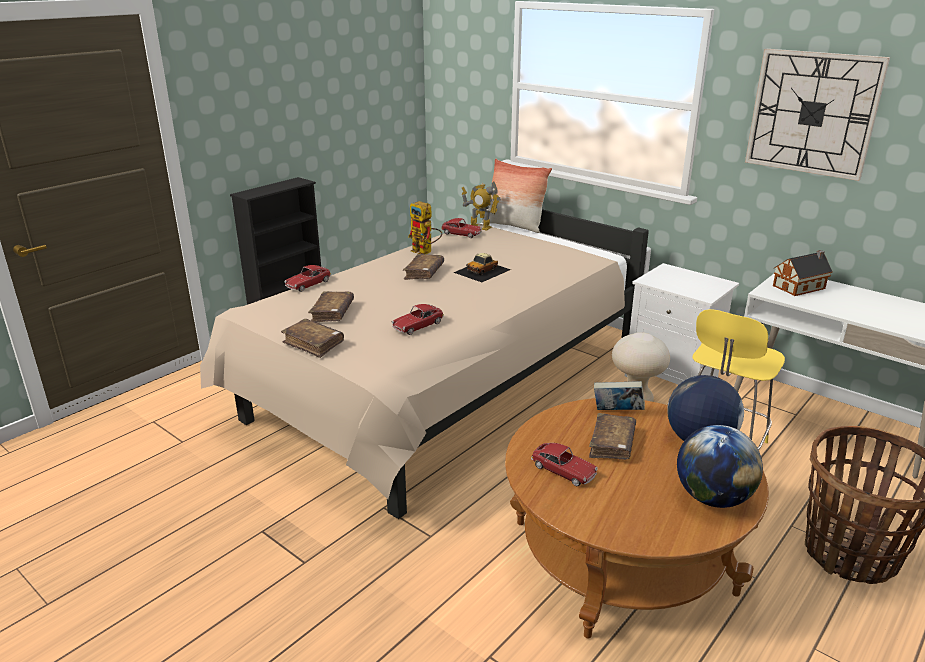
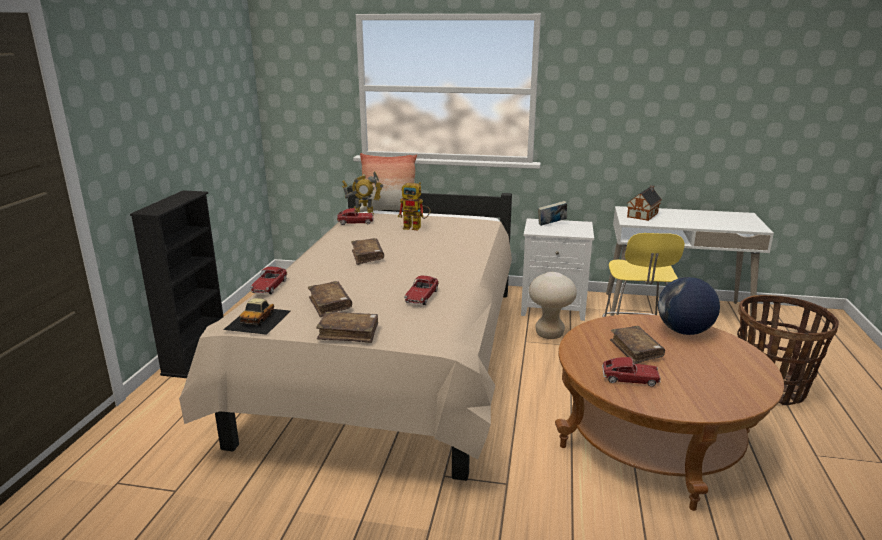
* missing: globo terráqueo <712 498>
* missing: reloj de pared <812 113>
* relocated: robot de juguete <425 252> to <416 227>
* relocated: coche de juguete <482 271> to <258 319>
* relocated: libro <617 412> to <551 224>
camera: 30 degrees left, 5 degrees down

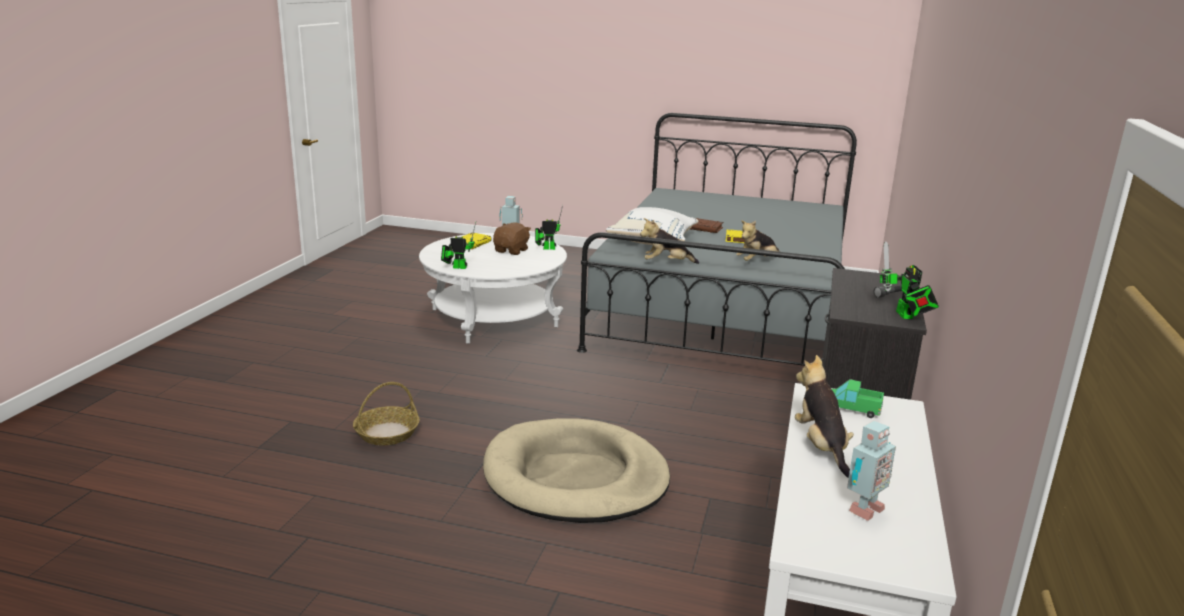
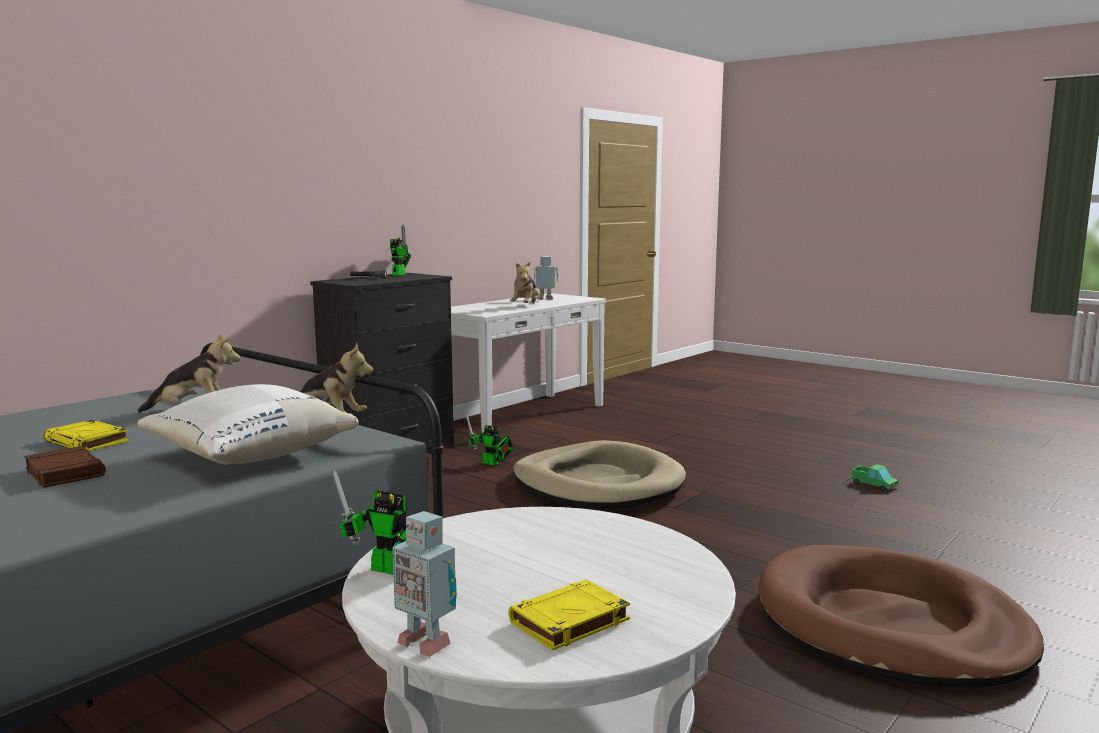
* missing: cesta <387 433>
* missing: peluche (marrón) <512 251>
* appeared: cama para perro (marrón) <890 625>
* relocated: robot de juguete <457 267> to <492 463>
* relocated: camión de juguete <852 408> to <873 485>
camera: 155 degrees left, 10 degrees down

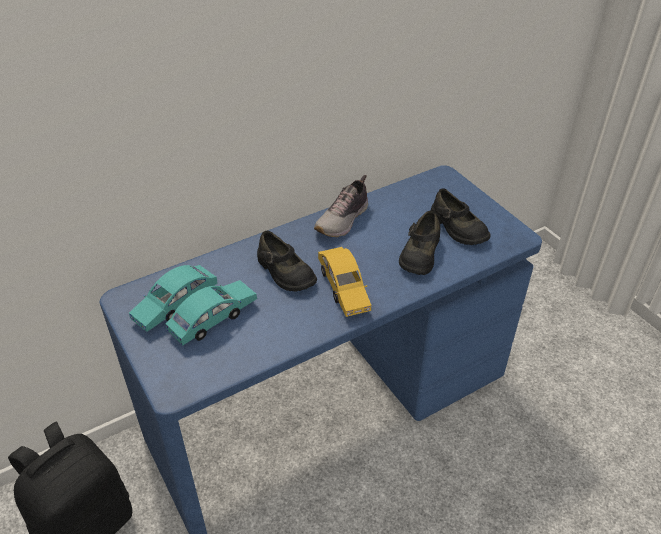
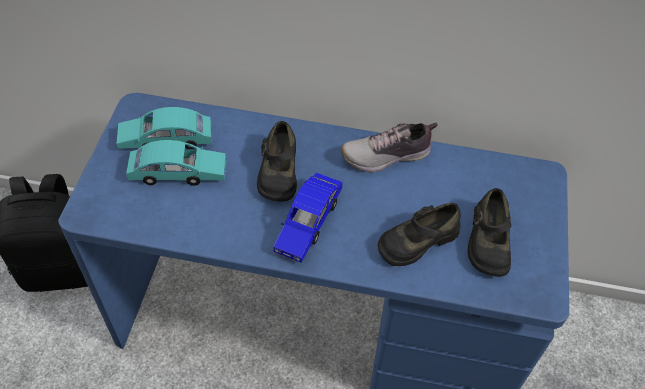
* colour: coche de juguete (amarillo) <343 288> to coche de juguete (azul) <308 223>
camera: 40 degrees right, 10 degrees up

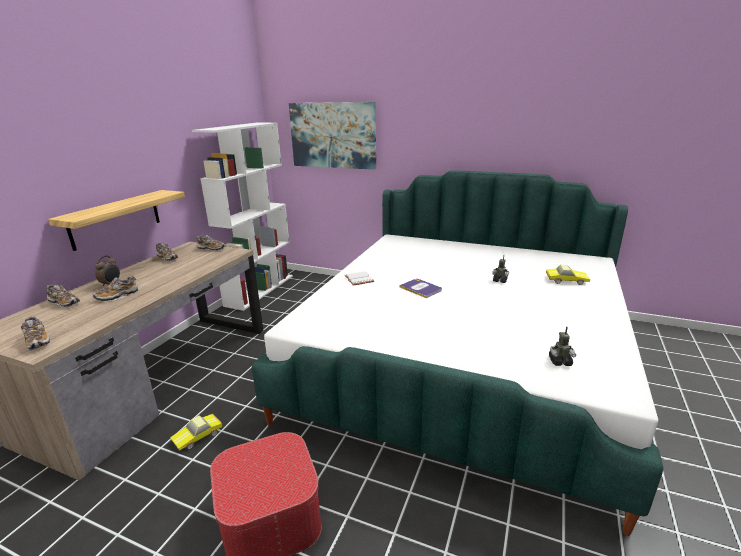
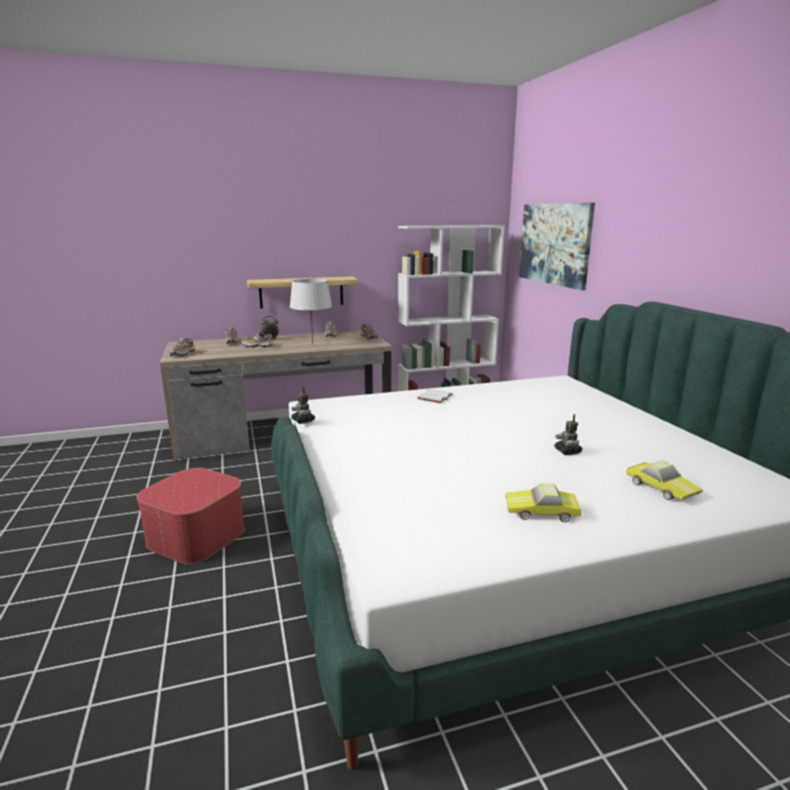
* missing: libro <421 288>
* appeared: lámpara de mesa (gris) <313 344>
* relocated: coche de juguete <198 436> to <542 512>
* relocated: robot de juguete <560 361> to <303 421>
camera: 50 degrees right, 5 degrees down

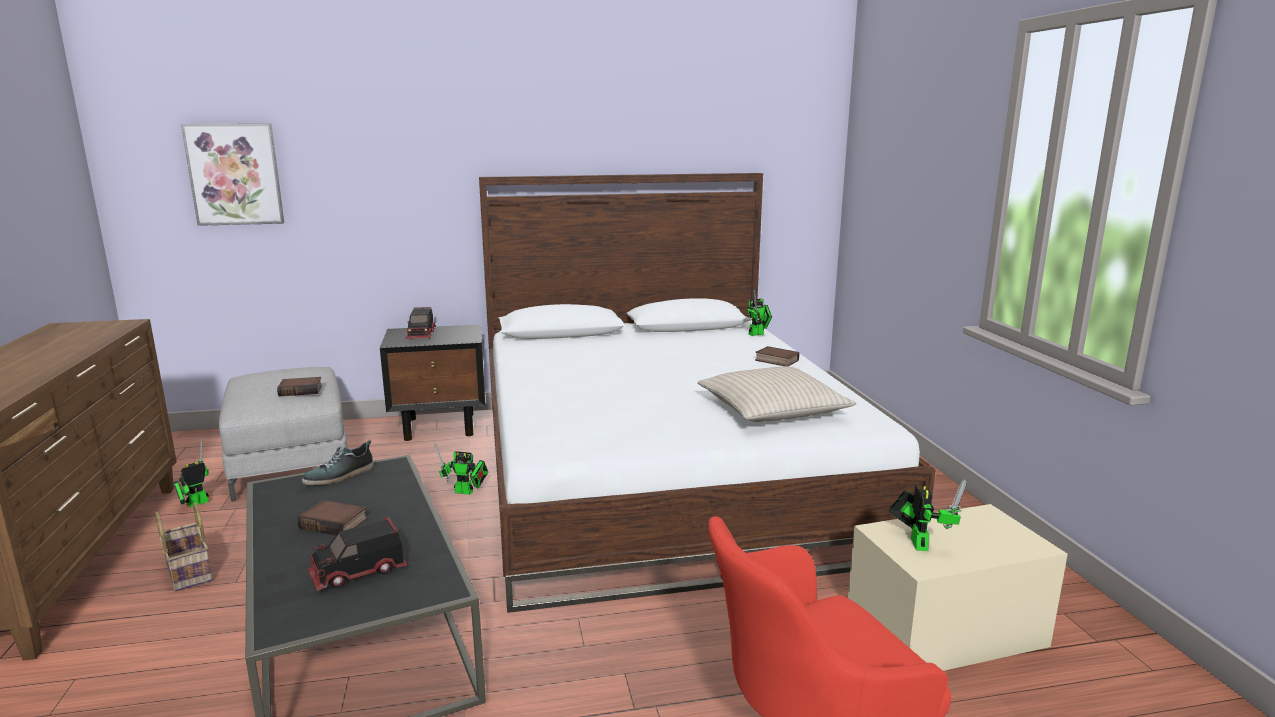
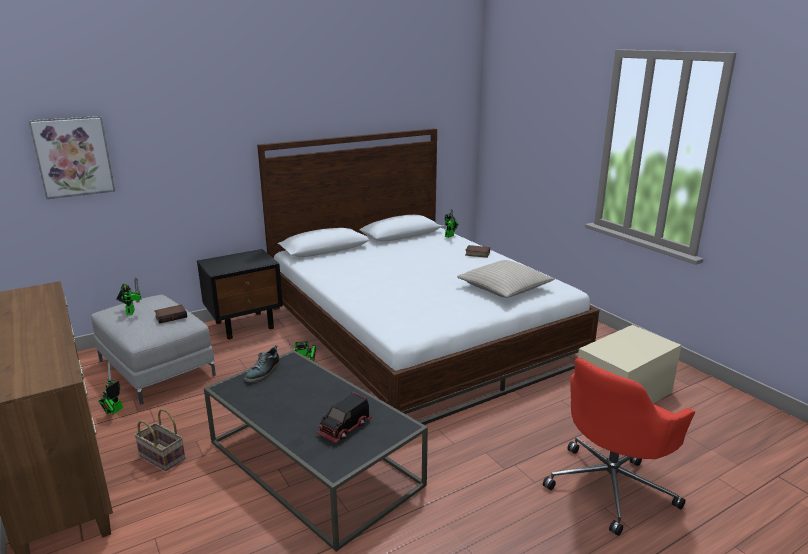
* missing: libro <335 523>
* missing: camión de juguete <422 335>
* relocated: robot de juguete <918 542> to <131 311>
camera: 20 degrees left, 5 degrees up

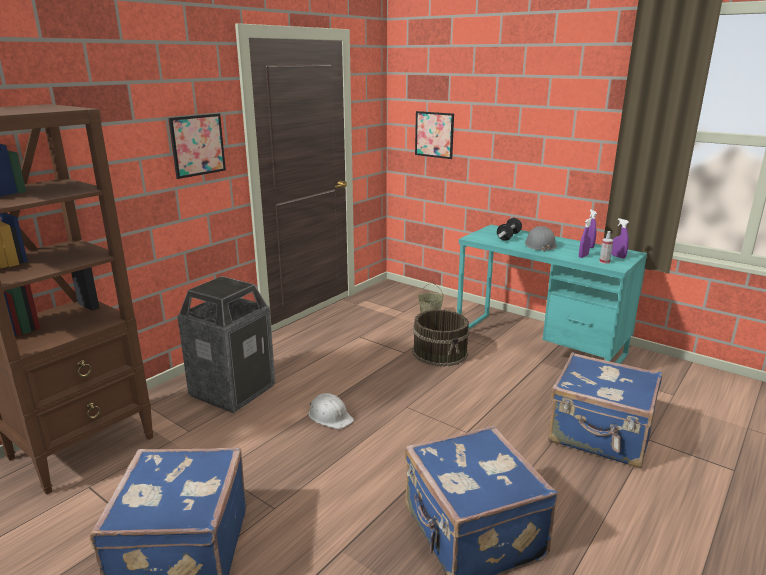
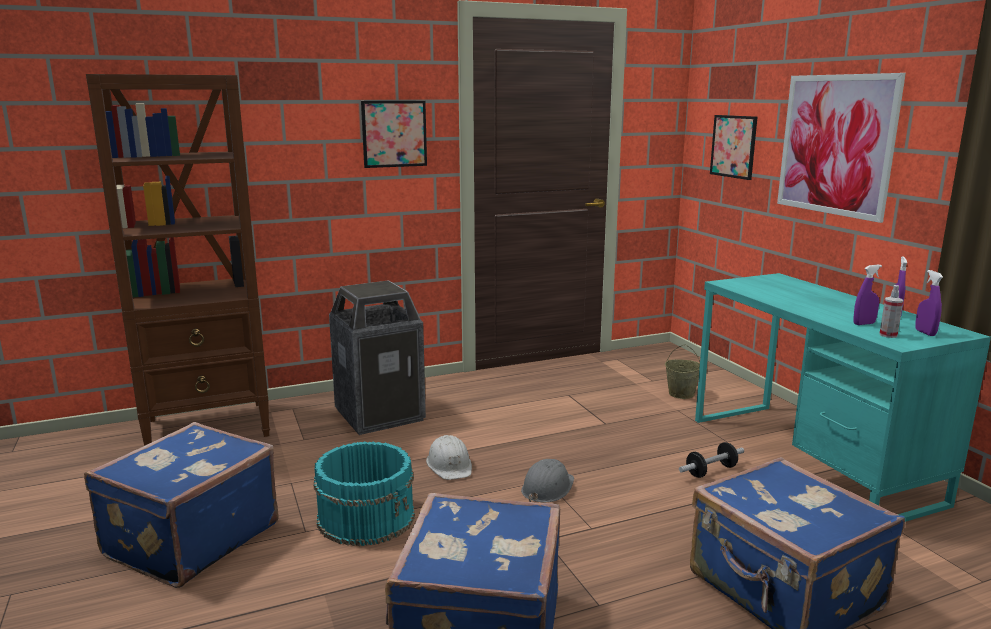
* missing: cubo (marrón) <440 352>
* appeared: cubo (turquesa) <367 517>
* appeared: cuadro <836 145>
* relocated: mancuerna <508 237> to <711 471>
* relocated: casco (gris) <539 245> to <547 488>
camera: 30 degrees right, 5 degrees down

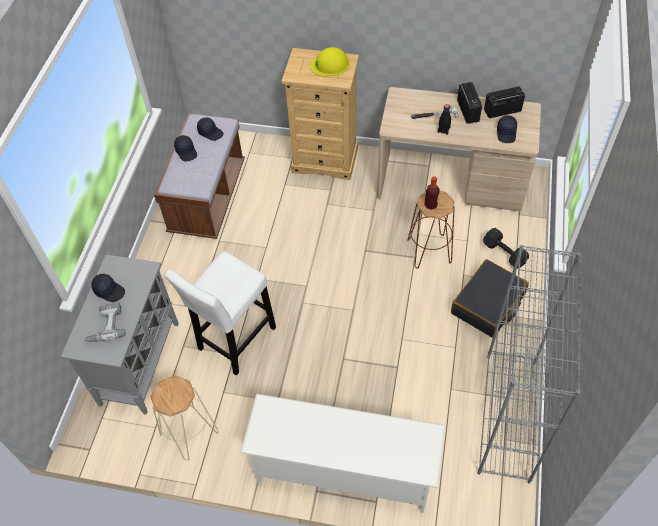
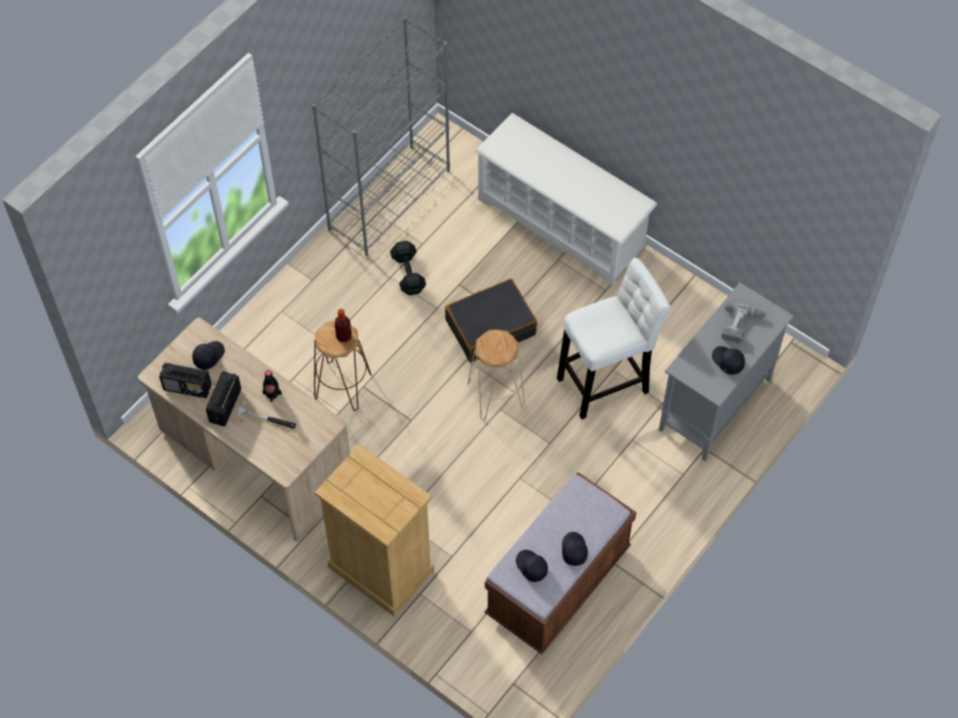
* missing: casco (amarillo) <330 64>
* relocated: taburete (beis) <189 432> to <496 395>
* relocated: maleta (negro) <488 304> to <490 327>
* relocated: mancuerna (negro) <504 254> to <408 272>
camera: 155 degrees left, 5 degrees up

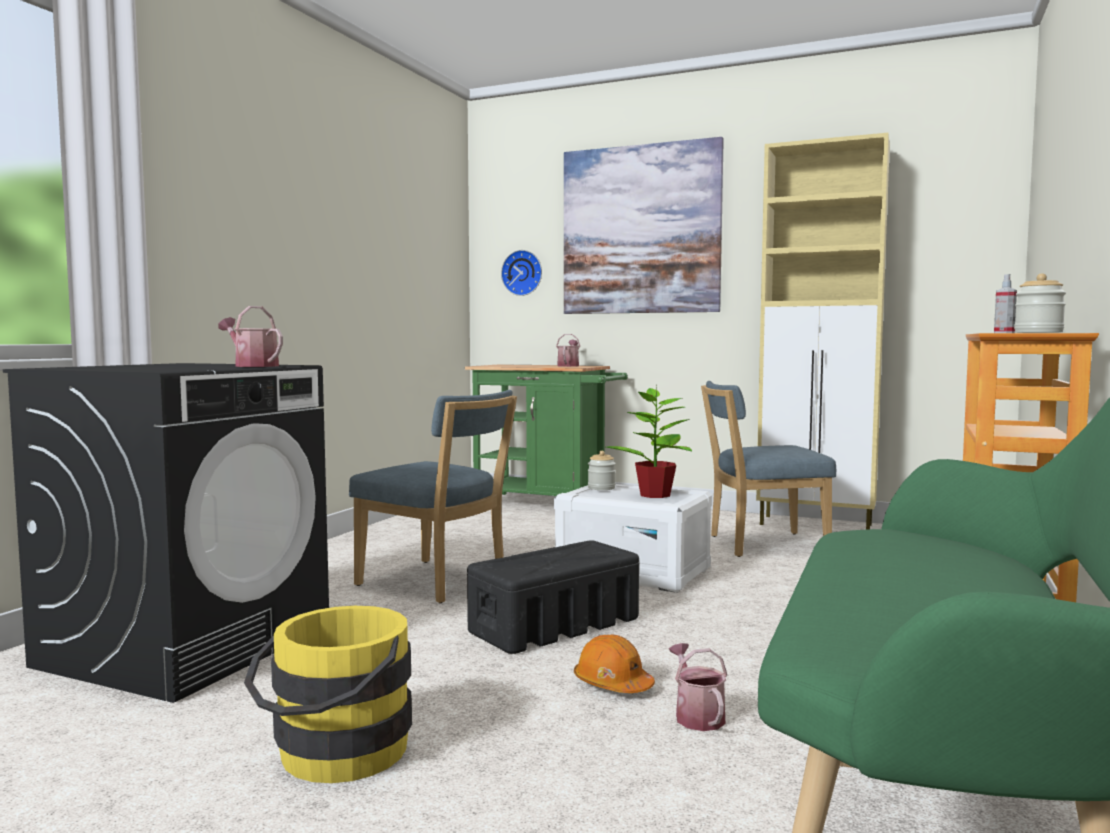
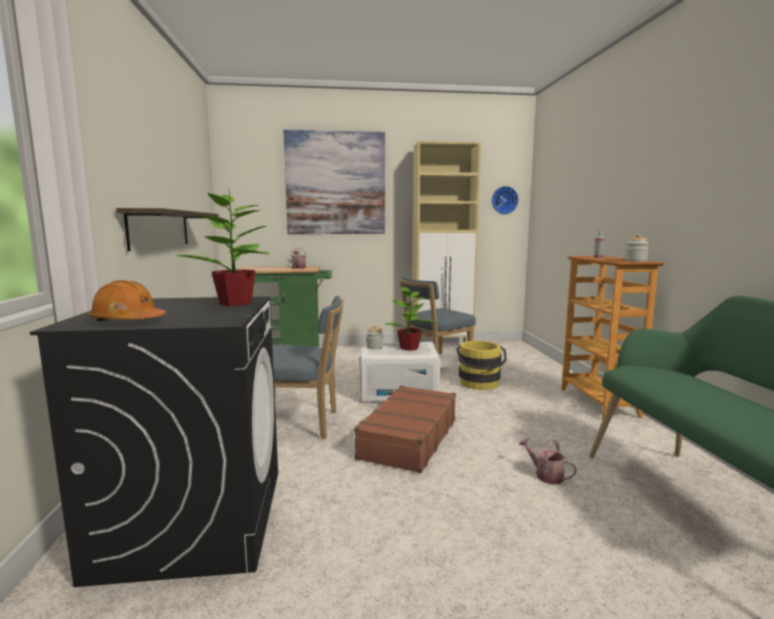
* appeared: estante <160 229>
* relocated: cubo (amarillo) <335 756> to <479 384>
* relocated: reloj de pared <523 273> to <504 200>
* relocated: casco (naranja) <612 684> to <127 321>
* exchanged: regadera <253 366> to planta en maceta <235 303>
* exchanged: caja de almacenaje (negro) <554 625> to maleta (marrón) <408 438>
camera: 30 degrees left, 5 degrees up

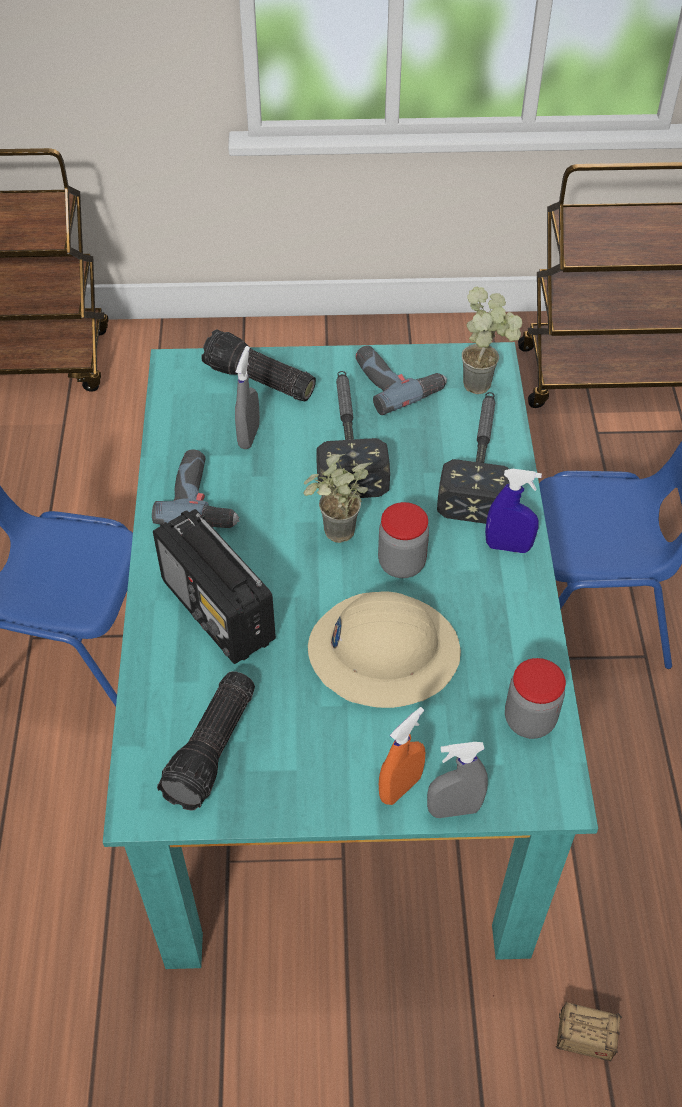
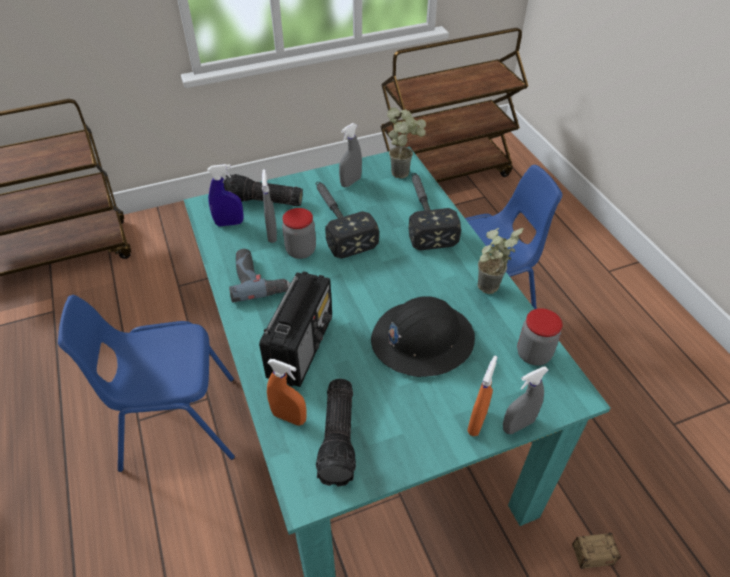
* appeared: pulverizador (naranja) <289 417>
* relocated: planta en maceta <335 538> to <488 291>
* relocated: tarro <401 563> to <301 250>
* relocated: pulverizador (azul) <508 546> to <229 223>
* exchanged: taladro <396 381> to pulverizador (gris) <350 182>
* colour: casco (beis) <383 651> to casco (negro) <422 339>
* spun: radio <218 612> = <301 346> 105 degrees counterclockwise
camera: 20 degrees left, 5 degrees down

